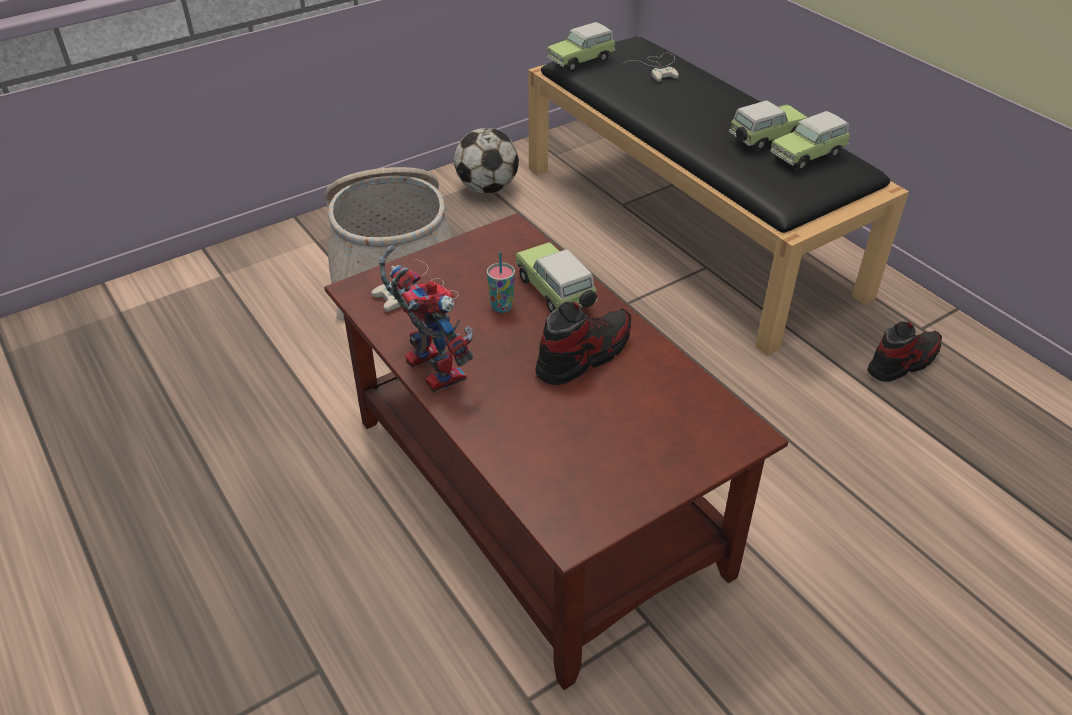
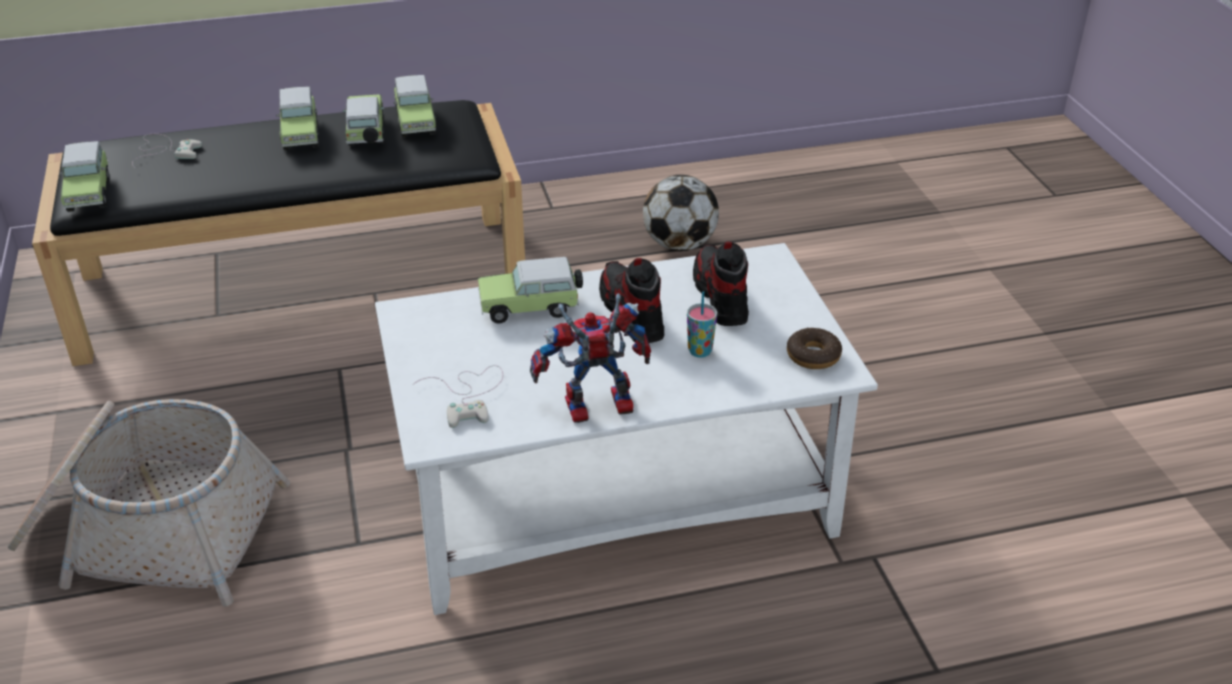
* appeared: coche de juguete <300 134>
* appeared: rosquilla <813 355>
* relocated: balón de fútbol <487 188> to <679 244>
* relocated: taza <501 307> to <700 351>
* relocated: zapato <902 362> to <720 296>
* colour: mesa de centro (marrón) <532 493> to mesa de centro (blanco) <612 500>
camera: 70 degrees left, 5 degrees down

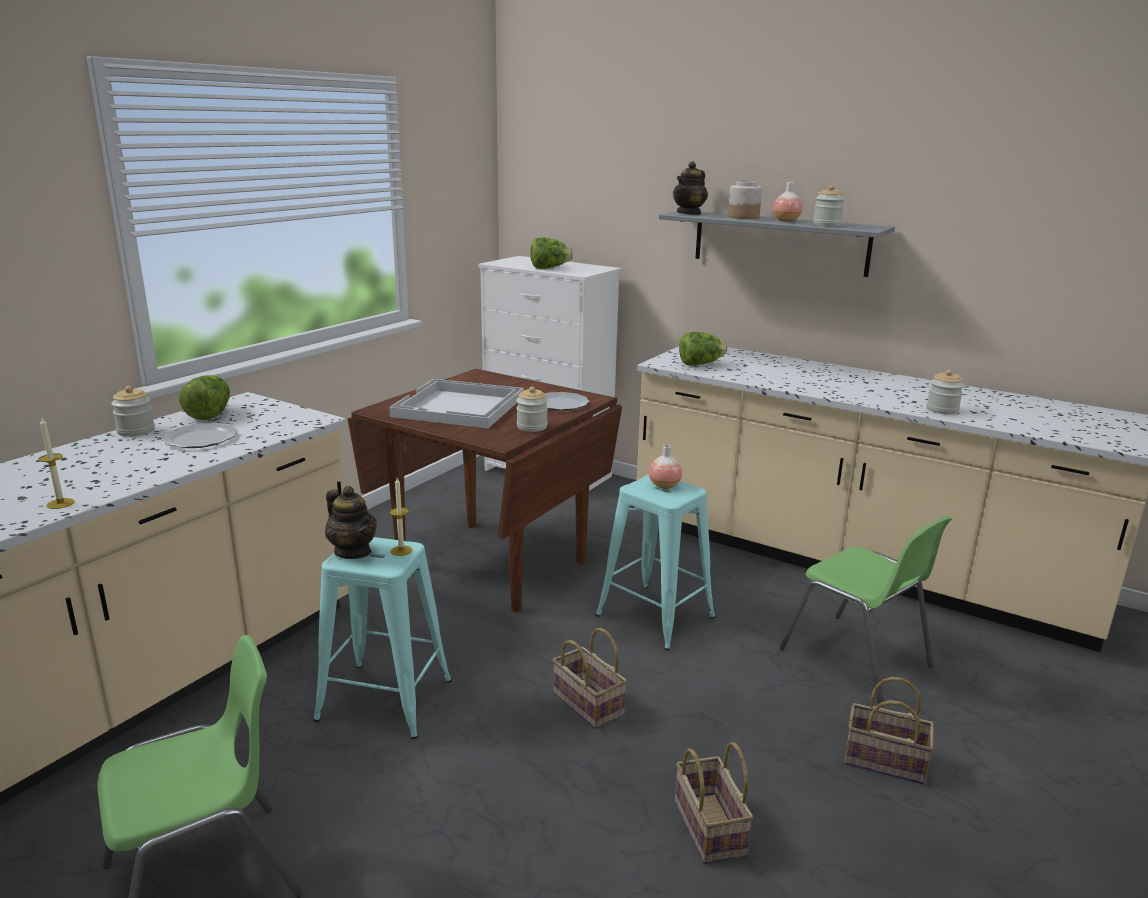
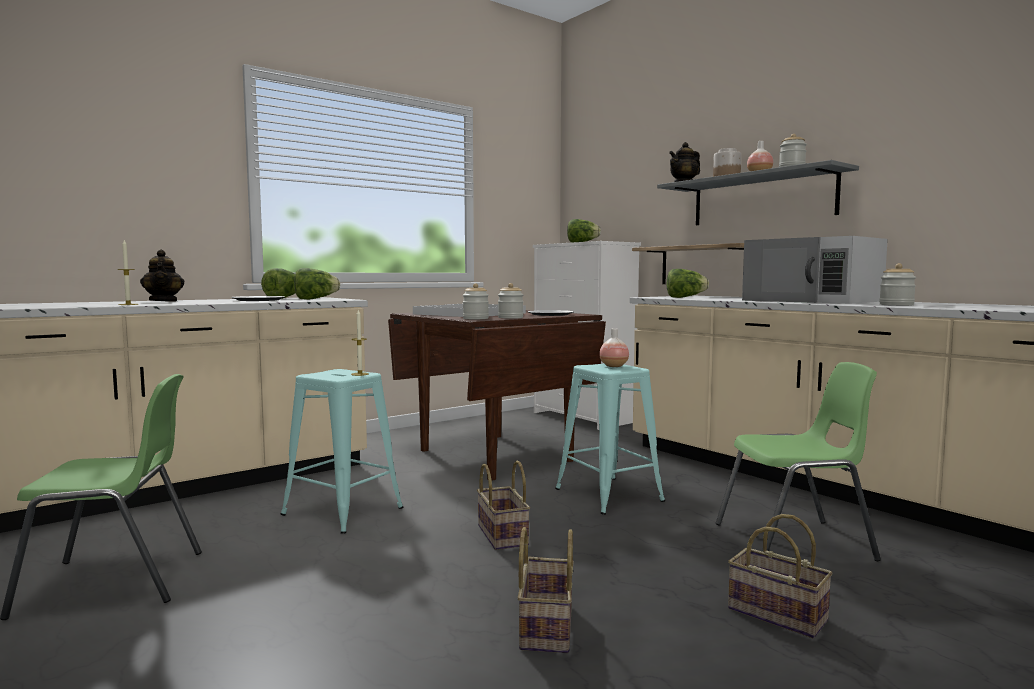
* appeared: lechuga <315 299>
* appeared: estante <702 265>
* appeared: microondas (blanco) <812 301>
* relocated: tarro <136 431> to <475 318>
* relocated: tetera <353 551> to <164 301>
* spun: silla (verde) <857 658> = <796 542> 75 degrees counterclockwise
camera: 20 degrees right, 15 degrees down

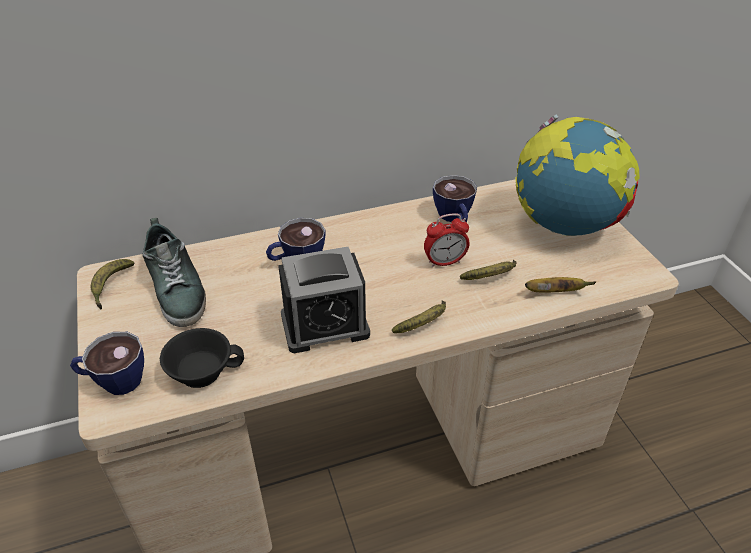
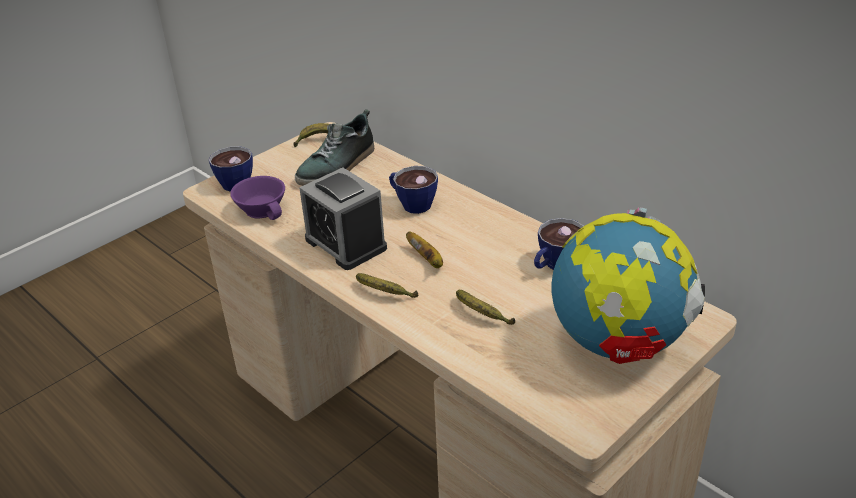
* missing: despertador <444 262>
* relocated: plátano <554 292> to <427 260>
* colour: taza (negro) <203 370> to taza (morado) <264 209>
camera: 65 degrees right, 5 degrees down

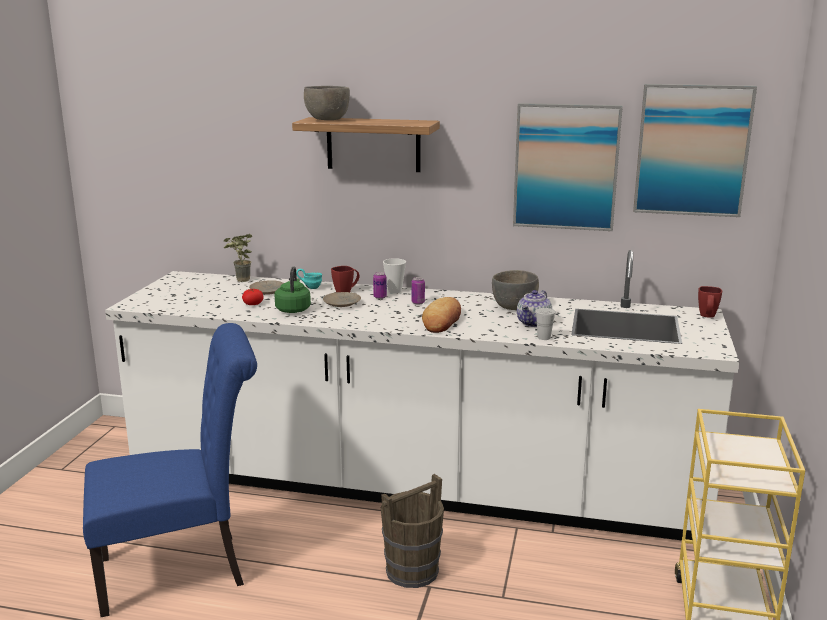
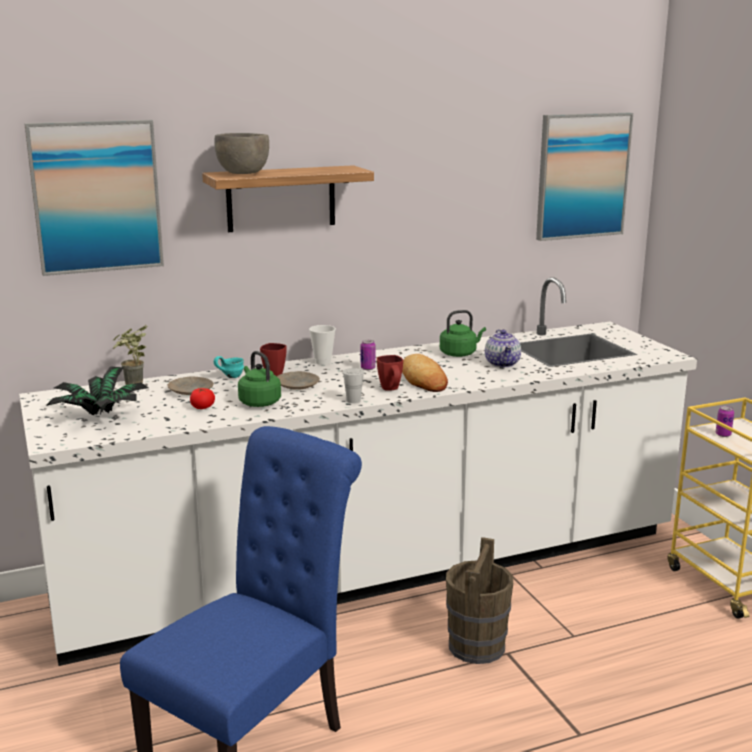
* appeared: planta en maceta <101 416>
* relocated: lata <380 297> to <723 434>
* relocated: cuadro <566 167> to <96 197>
* relocated: taza (blanco) <544 337> to <353 400>
* relocated: taza grande (rojo) <707 316> to <391 389>
* exchanged: cuenco (gris) <514 307> to hervidor (verde) <459 353>
camera: 35 degrees left, 0 degrees up

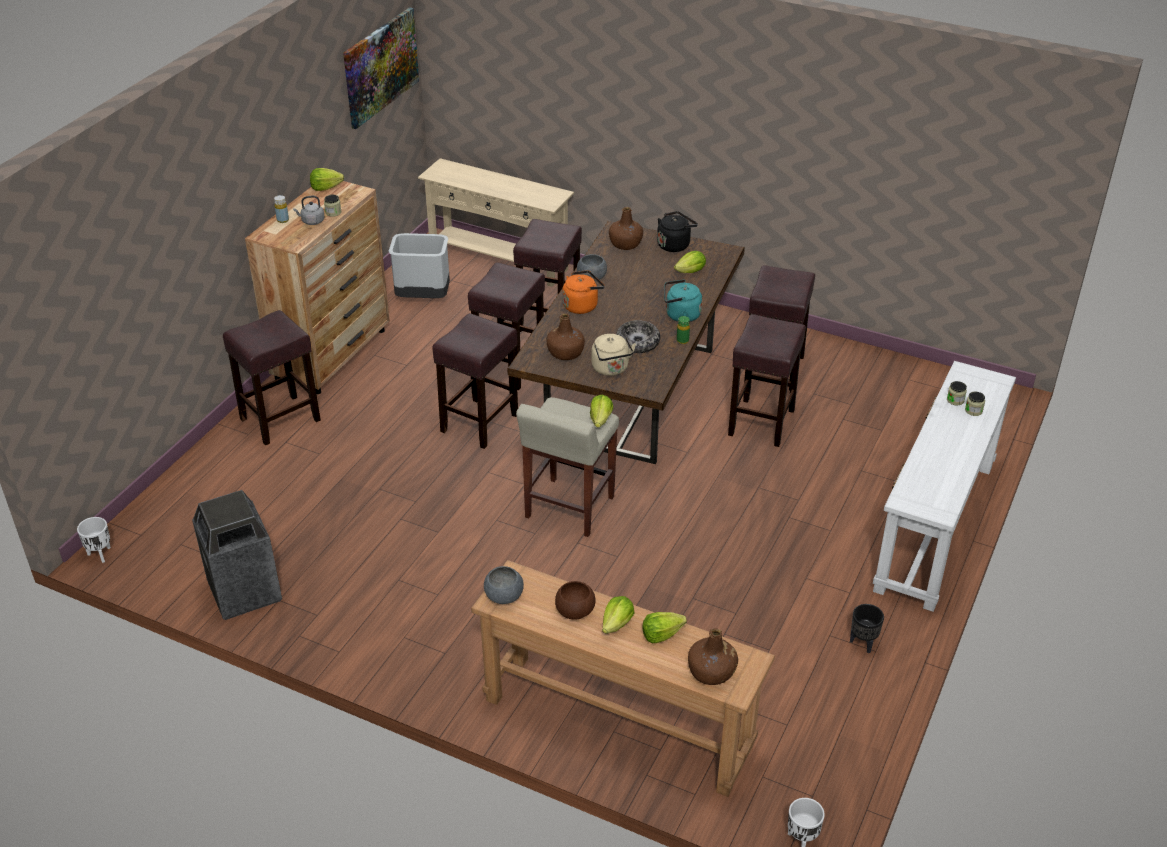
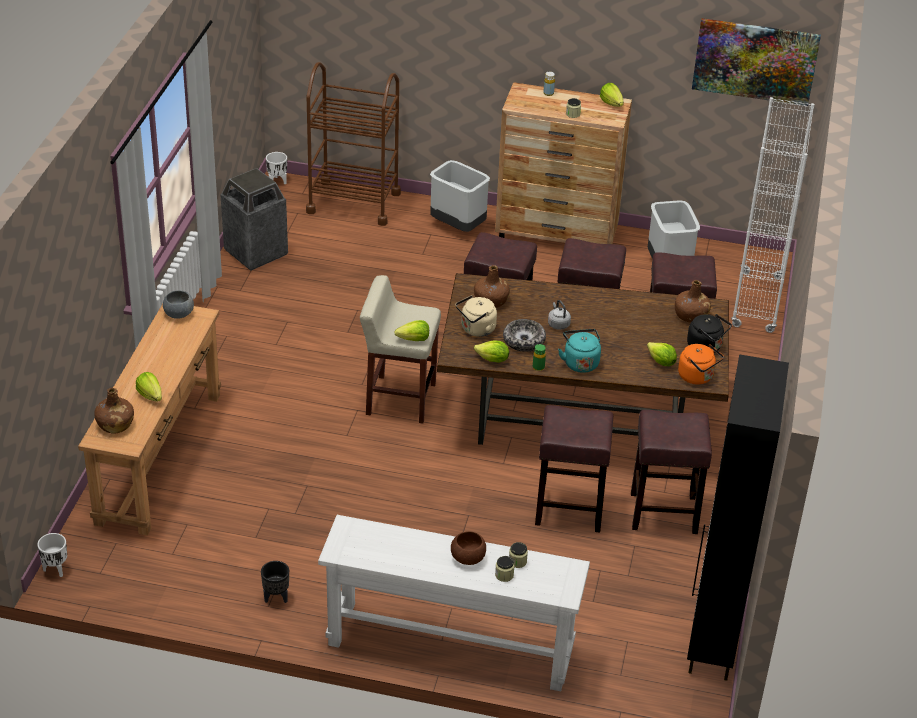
* missing: cuenco (gris) <592 277>
* appeared: carrito (marrón) <353 202>
* appeared: armario (negro) <712 643>
* relocated: hervidor (gris) <311 221> to <558 324>
* relocated: cuenco (marrón) <575 611> to <468 558>
* relocated: hervidor (naranja) <582 305> to <697 377>
* relocated: lechuga <617 624> to <493 360>
* exchanged: taburete (marrón) <281 419> to papelera (gris) <458 226>
* exchanged: mesa consola (beis) <499 261> to estantería (blanco) <757 302>
camera: 75 degrees right, 0 degrees up

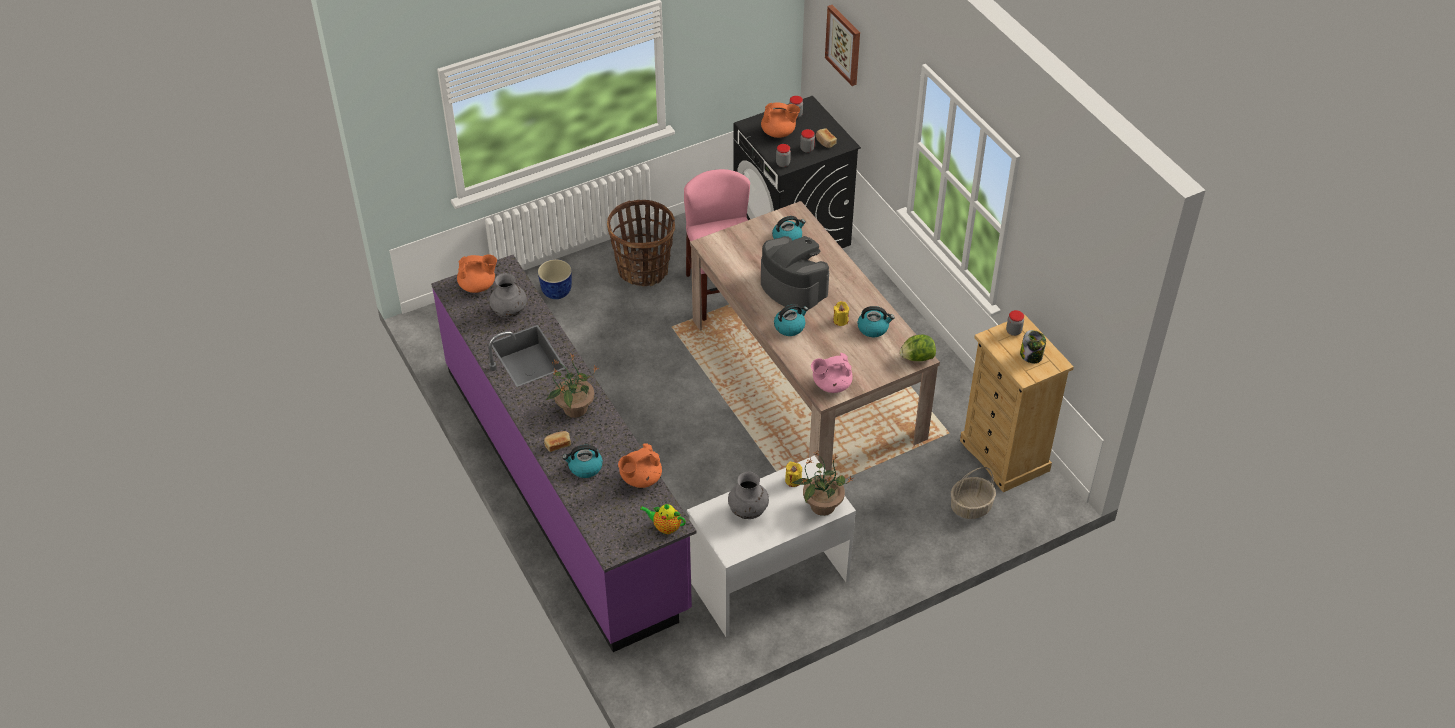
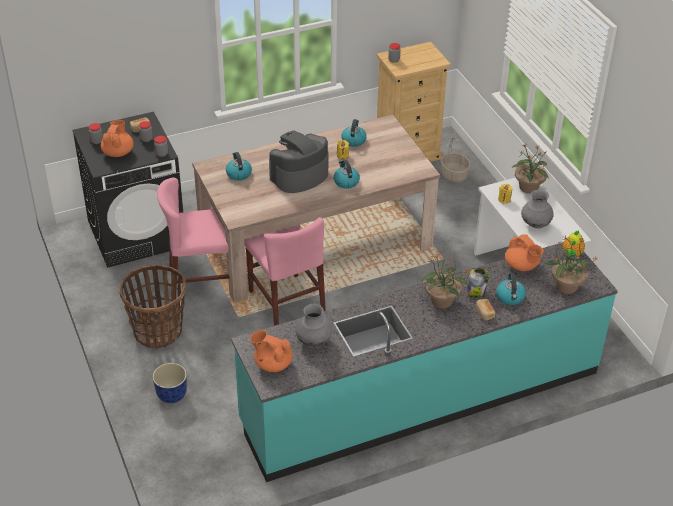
* missing: tetera (rosa) <831 385>
* missing: cuadro <844 44>
* missing: lechuga <917 358>
* appeared: silla (rosa) <286 302>
* appeared: planta en maceta <566 286>
* relocated: tarro <1031 355> to <475 291>
* colour: mueble bajo de cocina (morado) <564 486> to mueble bajo de cocina (turquesa) <421 397>
* spun: tetera (naranja) <478 286> = <272 363> 60 degrees counterclockwise
camera: 85 degrees left, 5 degrees down

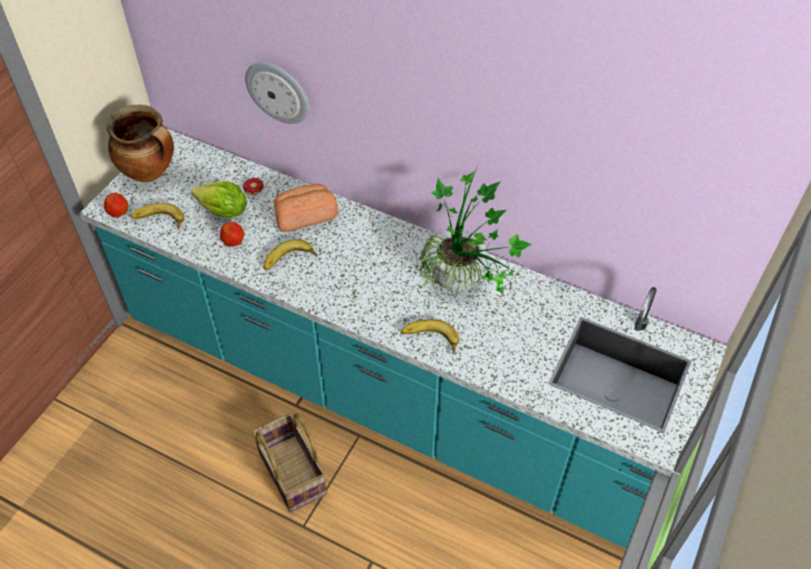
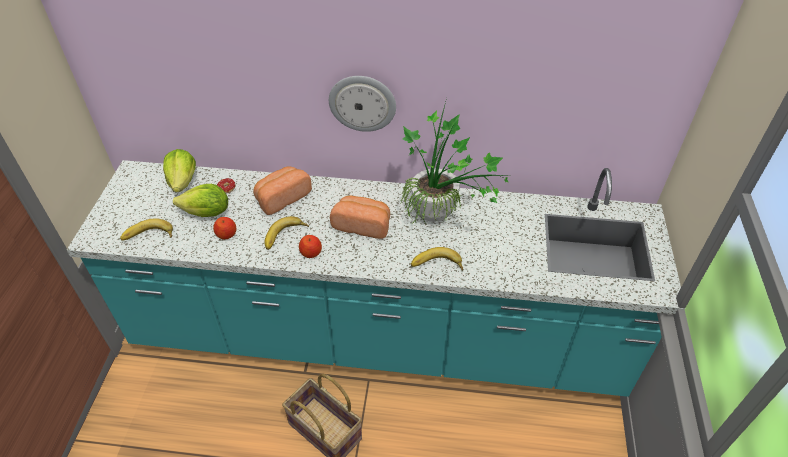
* missing: olla <150 172>
* appeared: lechuga <183 181>
* appeared: pan <362 225>
* relocated: manzana <118 212> to <311 253>
* relocated: reloj de pared <278 92> to <362 103>
camera: 20 degrees left, 5 degrees down

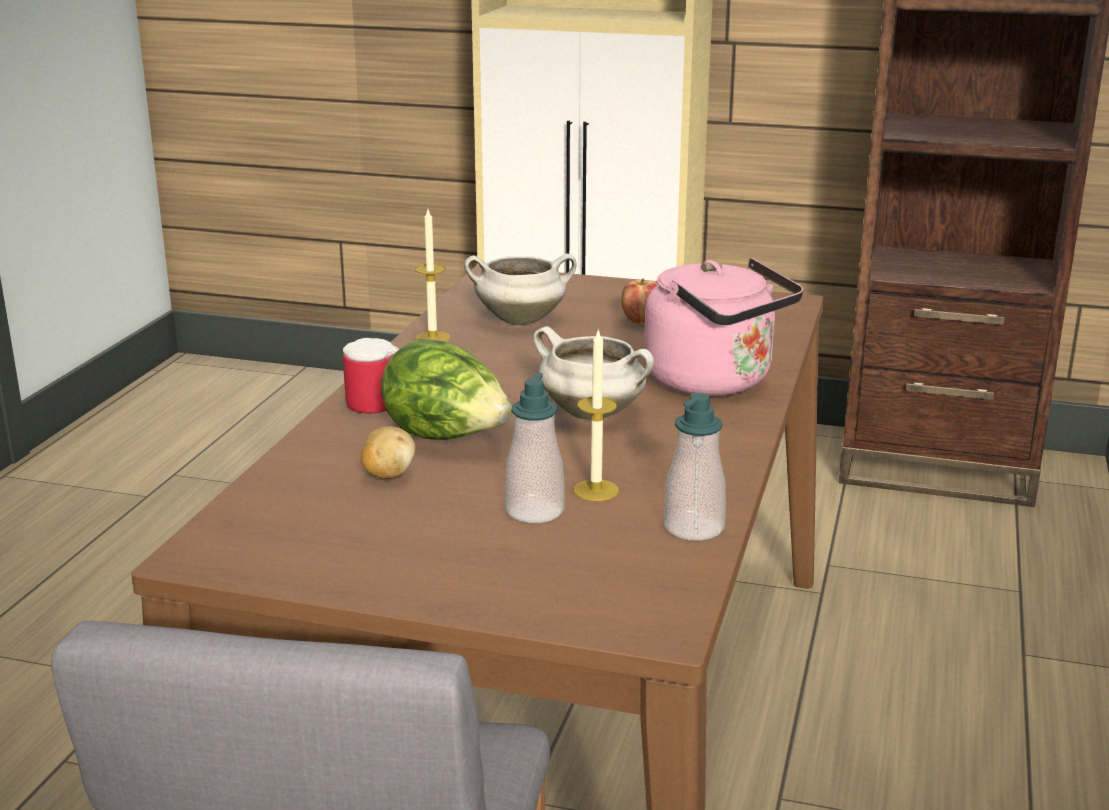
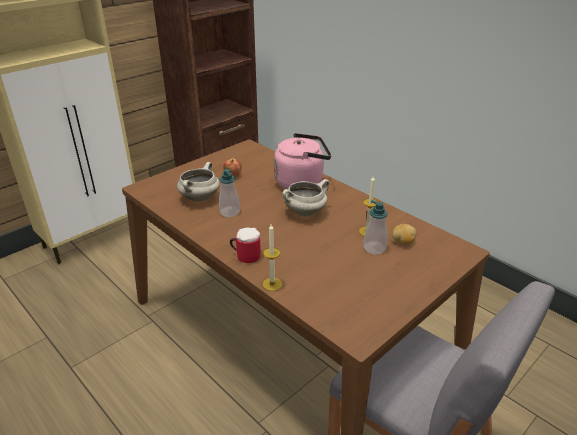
* missing: lechuga <447 438>
* relocated: patata <388 475> to <403 242>
* relocated: vela <432 338> to <272 284>
* relocated: dispensador de jabón <693 528> to <229 212>
camera: 60 degrees left, 10 degrees up

